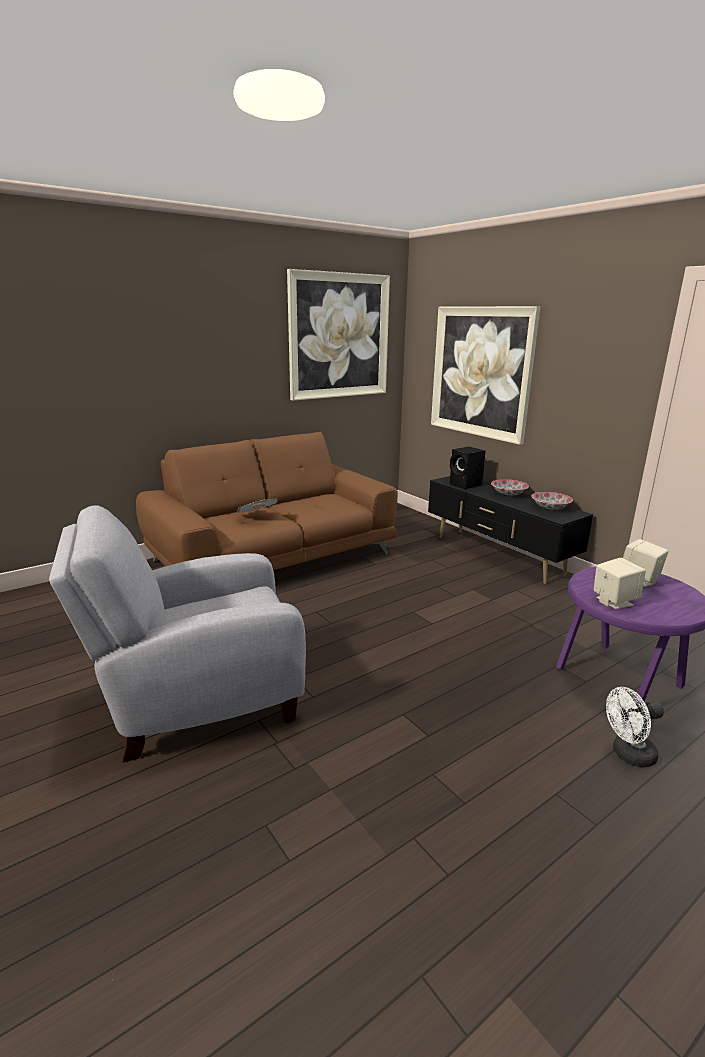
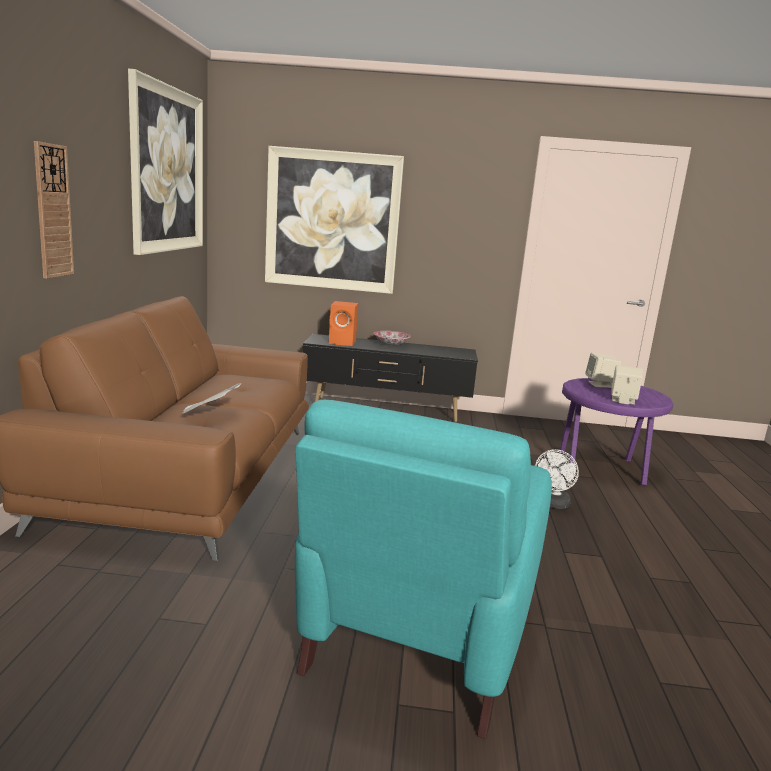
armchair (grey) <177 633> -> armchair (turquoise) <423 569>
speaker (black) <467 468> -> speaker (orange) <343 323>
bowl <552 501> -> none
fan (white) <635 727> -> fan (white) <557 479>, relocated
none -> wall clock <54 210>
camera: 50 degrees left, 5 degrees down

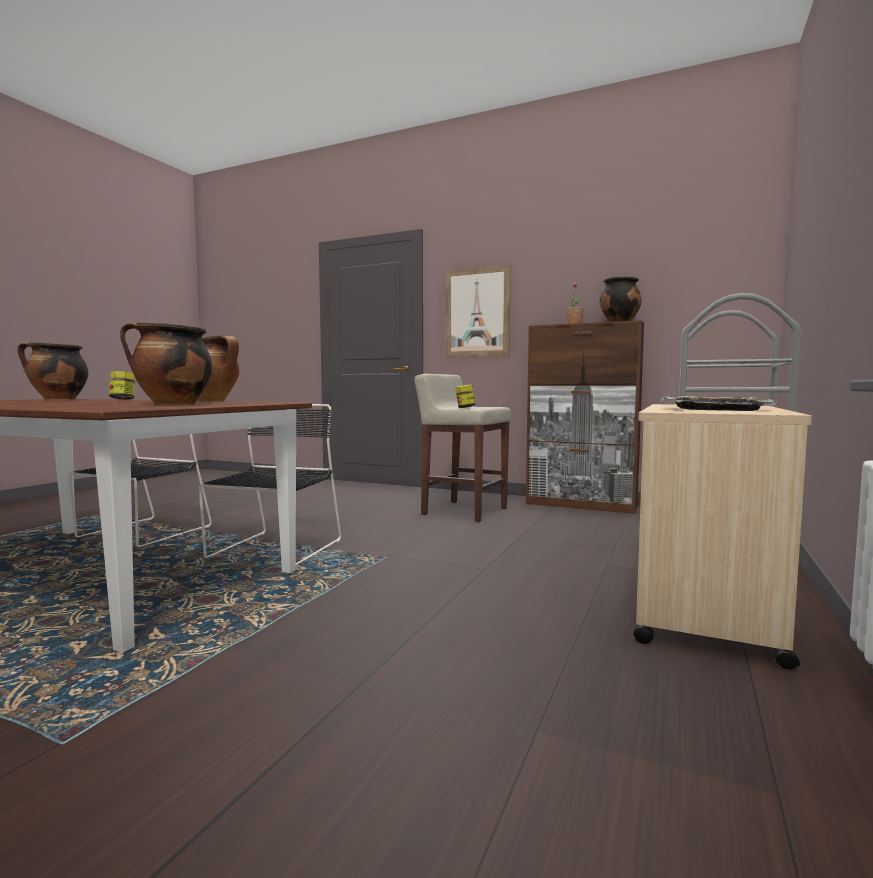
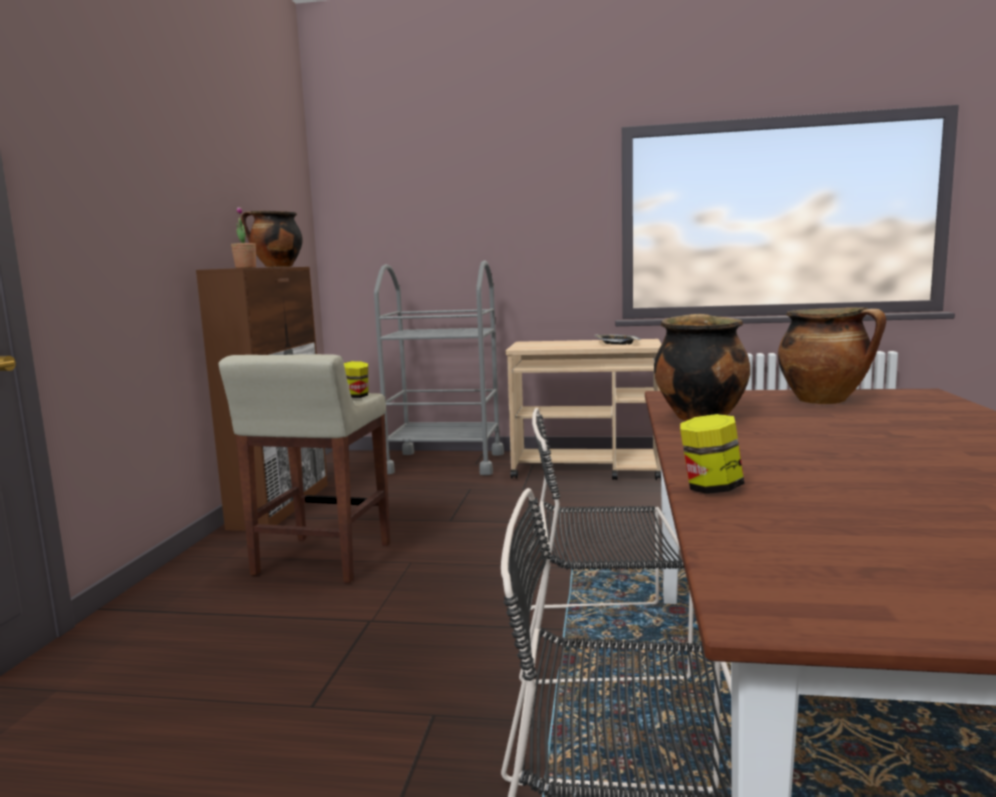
cooking pot <53 370> -> none
picture <478 311> -> none
camera: 105 degrees left, 5 degrees up

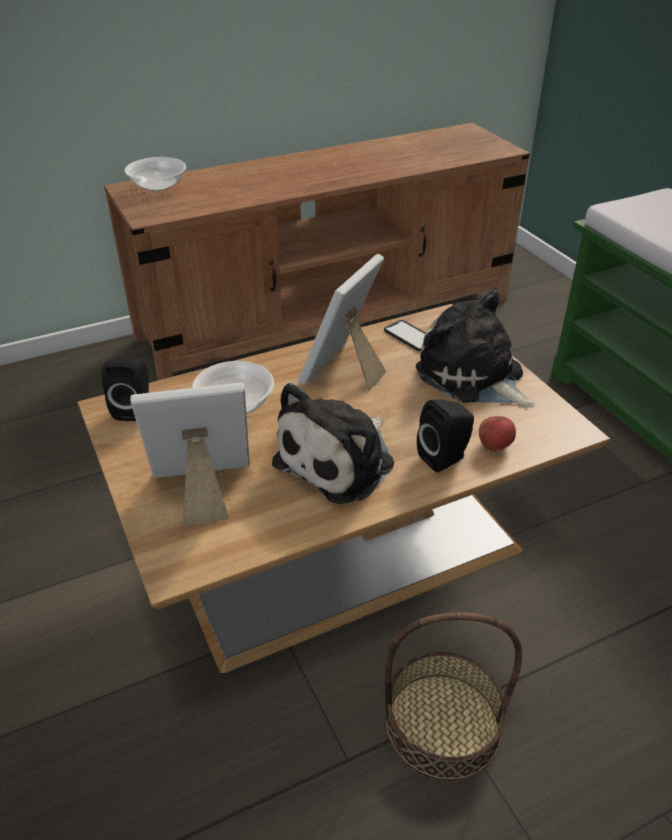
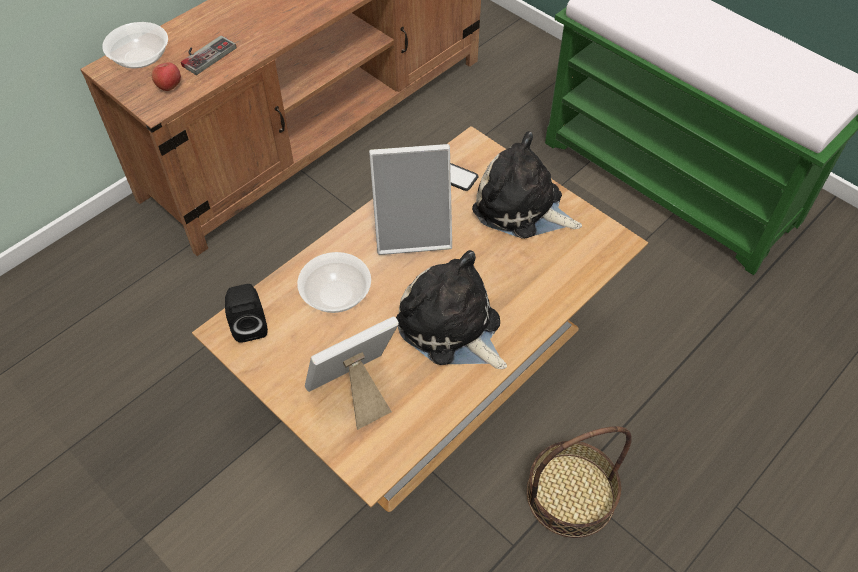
plush toy <333 443> -> plush toy <451 309>, 120 degrees clockwise
picture frame <342 322> -> picture frame <410 199>, 105 degrees counterclockwise
speaker (black) <445 436> -> none
apple <497 434> -> apple <166 76>, relocated
none -> game controller <208 55>
camera: 20 degrees left, 15 degrees up

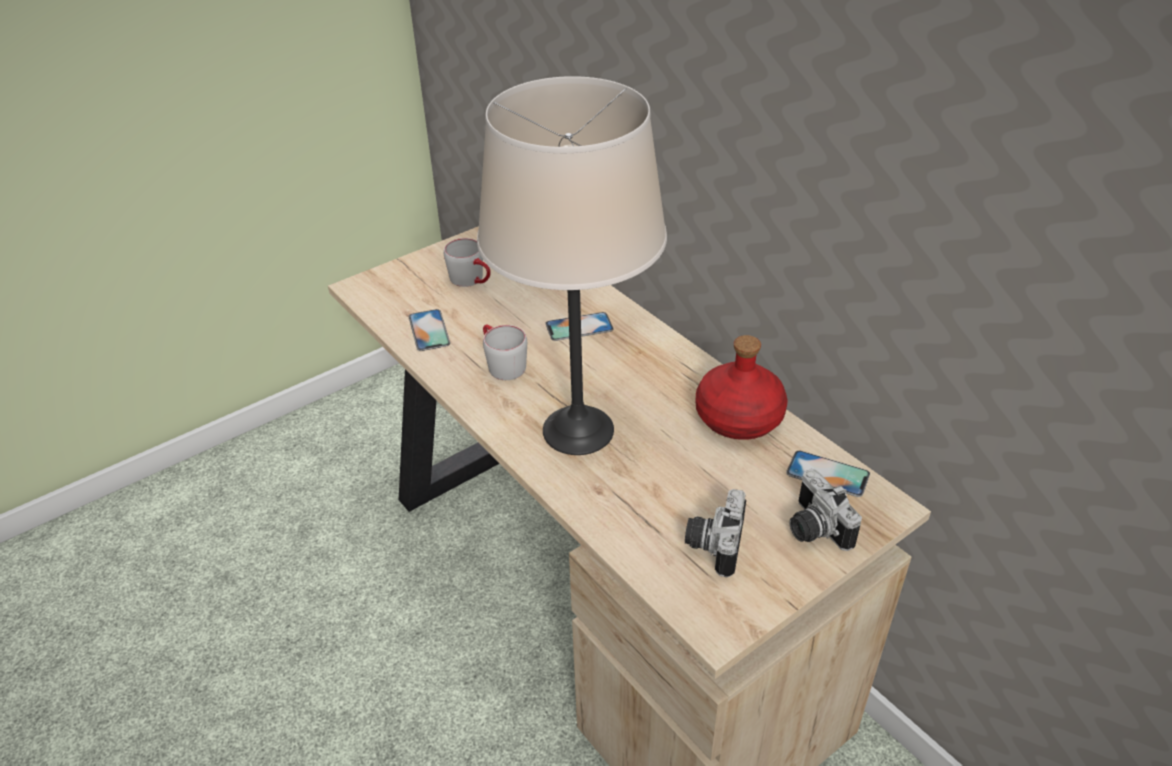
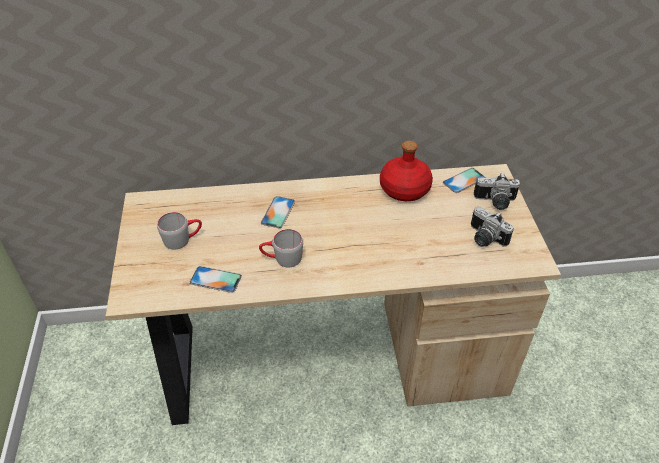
table lamp (beige) <572 265> -> none
camera: 60 degrees left, 5 degrees up

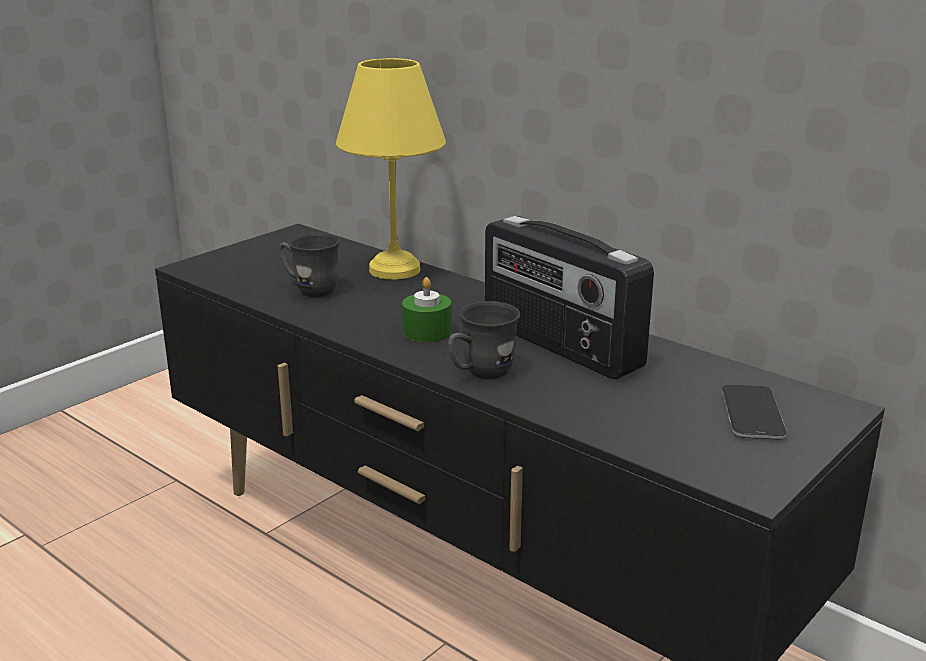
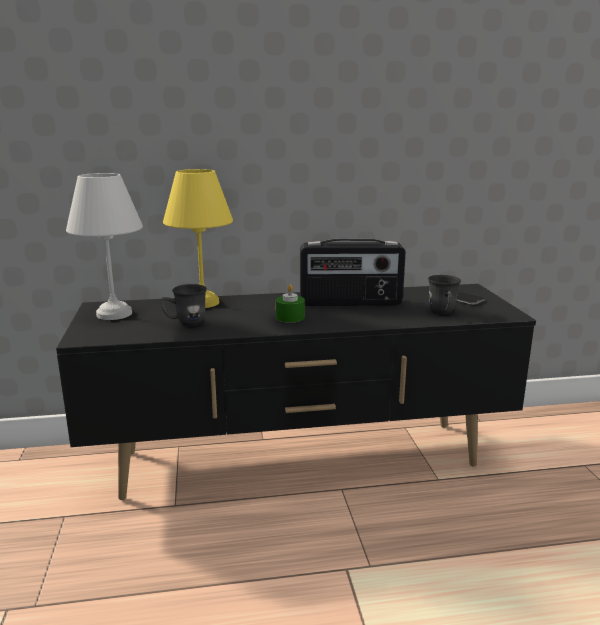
mug (grey) <484 340> -> mug (grey) <444 295>, relocated
none -> table lamp (white) <104 246>
camera: 50 degrees left, 5 degrees down

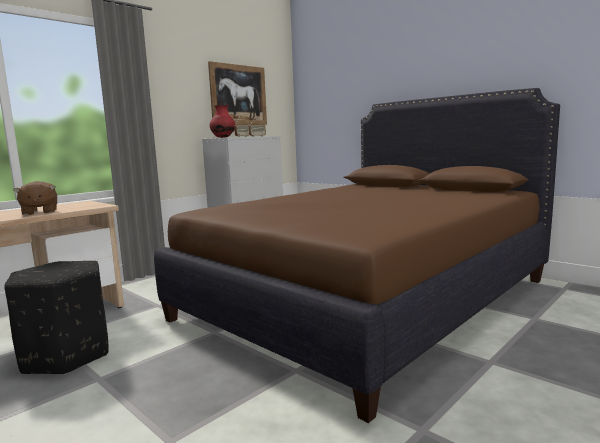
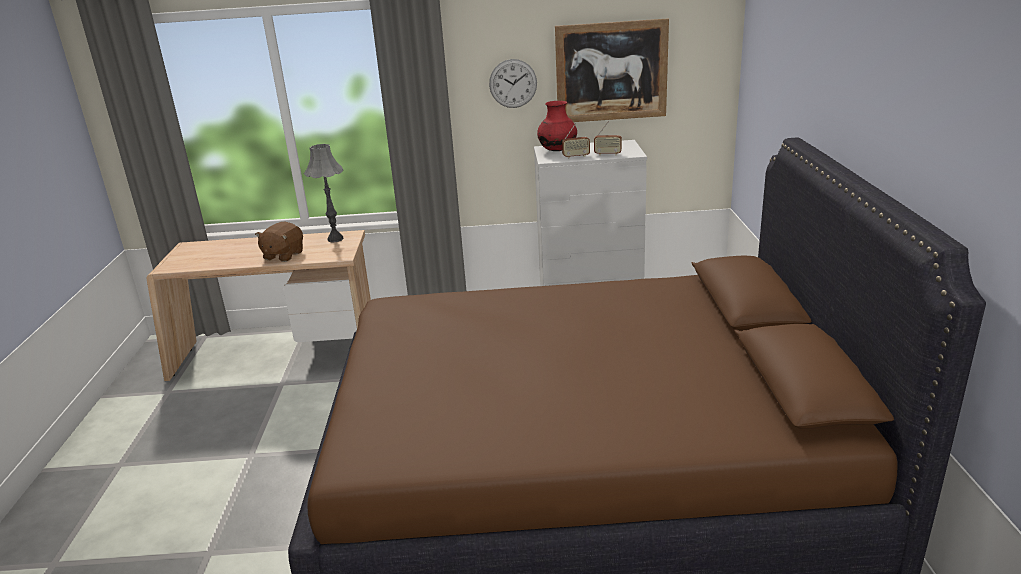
ottoman (black) <56 318> -> none
none -> table lamp (grey) <323 193>
none -> wall clock <513 83>
camera: 45 degrees right, 15 degrees up

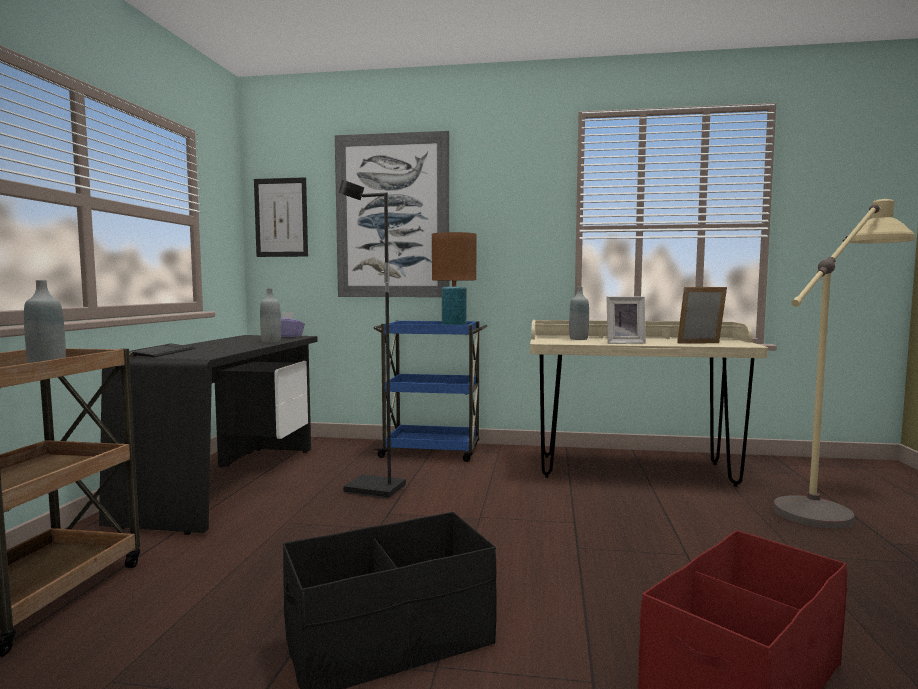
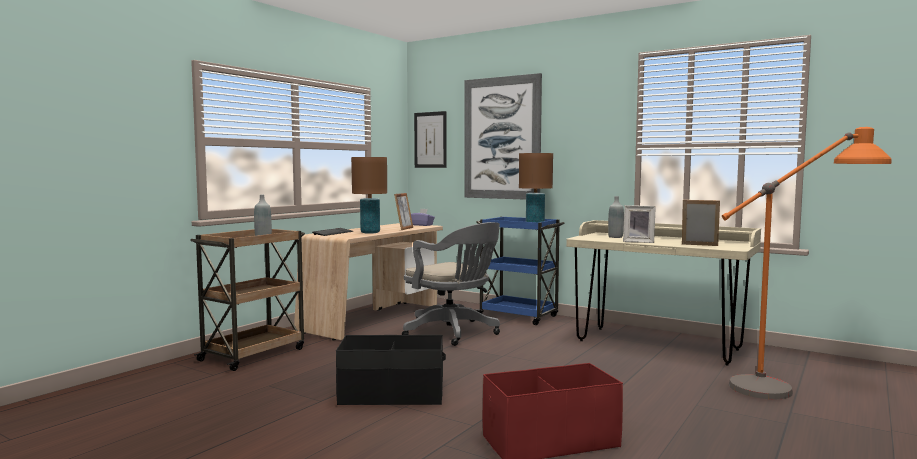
desk (black) <208 435> -> desk (beige) <368 281>
bottle (grey) <270 315> -> picture frame <403 211>
floor lamp (black) <372 339> -> office chair (grey) <451 284>
floor lamp (beige) <844 364> -> floor lamp (orange) <806 263>
none -> table lamp (brown) <369 195>
camera: 25 degrees right, 0 degrees up

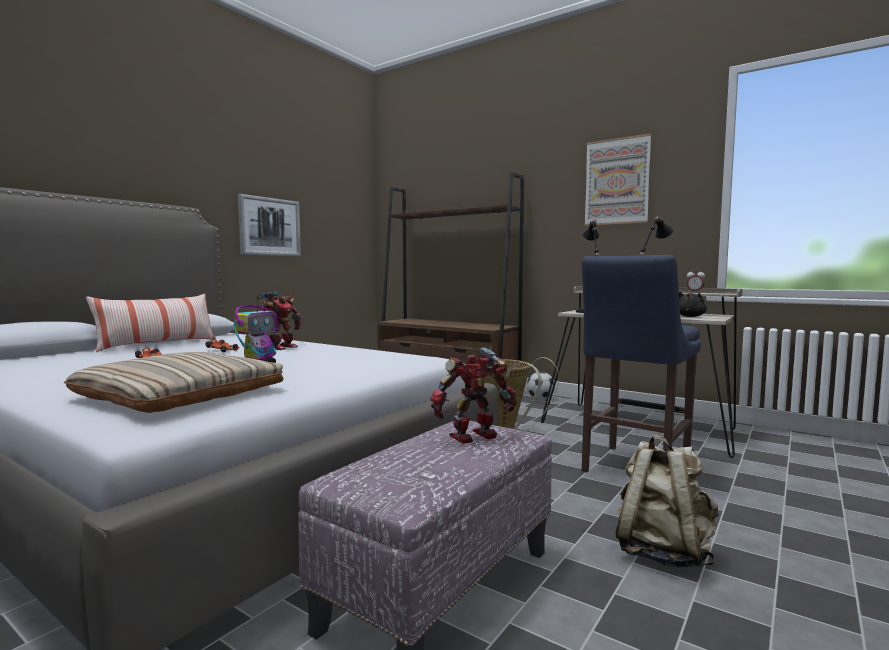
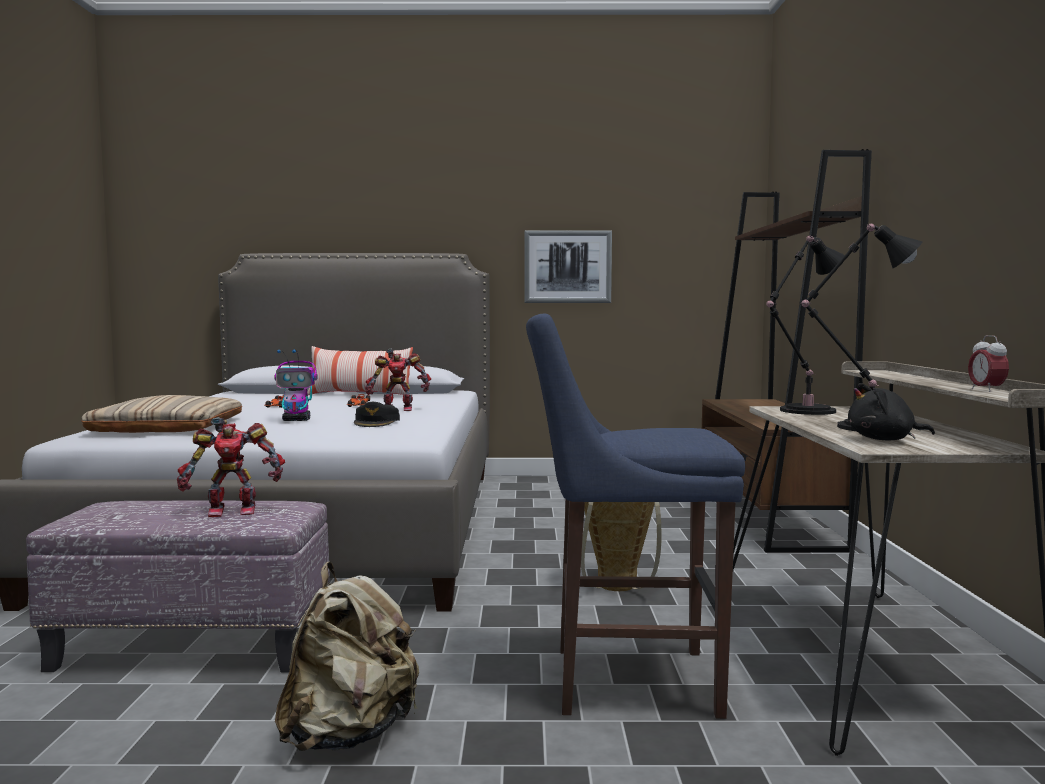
toy robot <473 395> -> toy robot <231 467>, 135 degrees clockwise
football <541 386> -> none
picture <617 179> -> none
none -> cap (black) <377 414>
camera: 55 degrees right, 0 degrees up

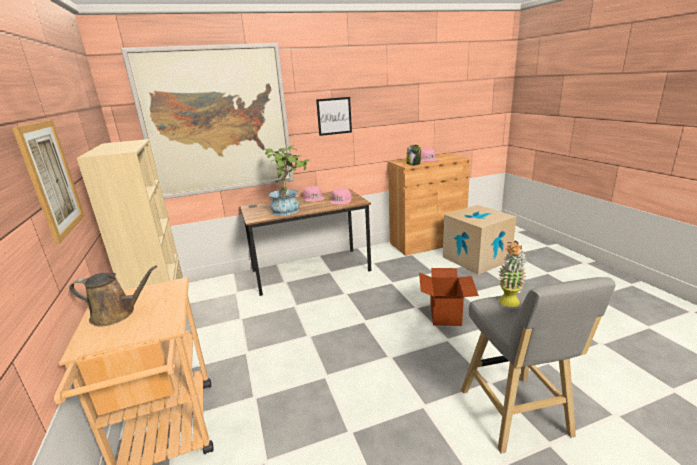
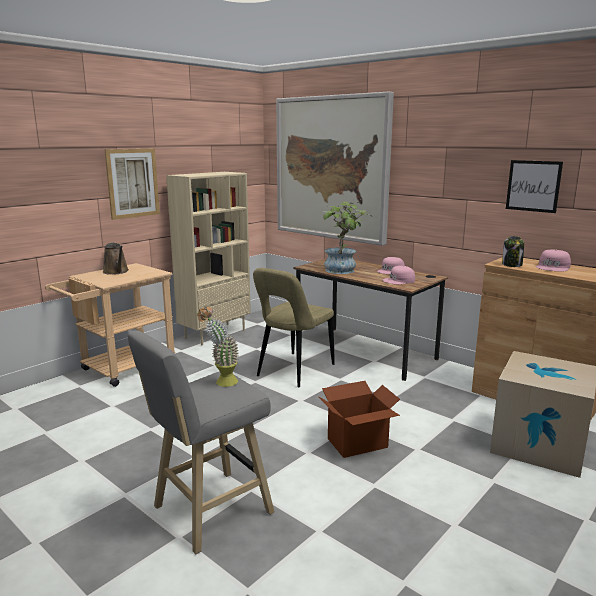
picture <334 116> -> picture <534 186>, relocated
none -> chair (beige) <293 327>
camera: 60 degrees right, 5 degrees down

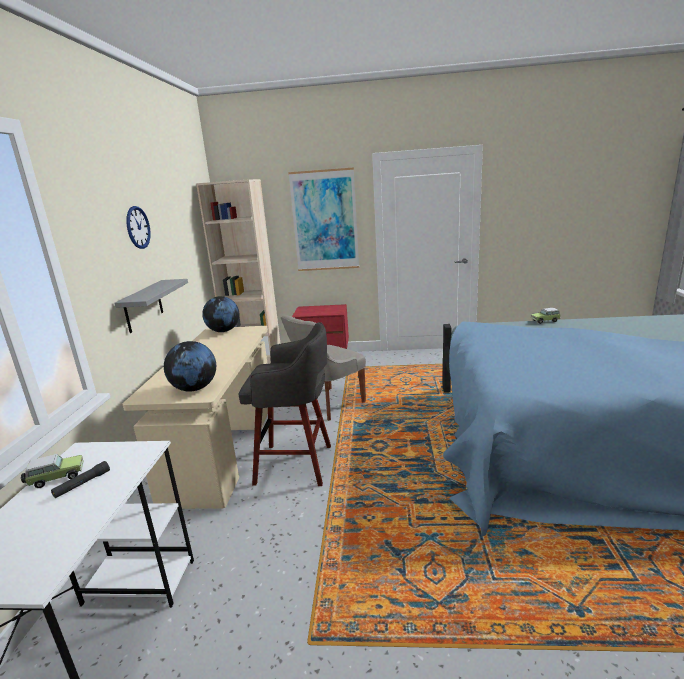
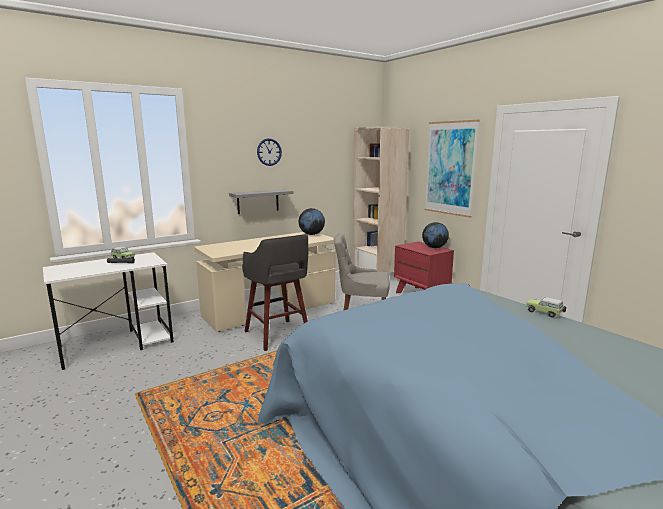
globe <190 366> -> globe <435 235>, relocated
camera: 50 degrees right, 5 degrees down

